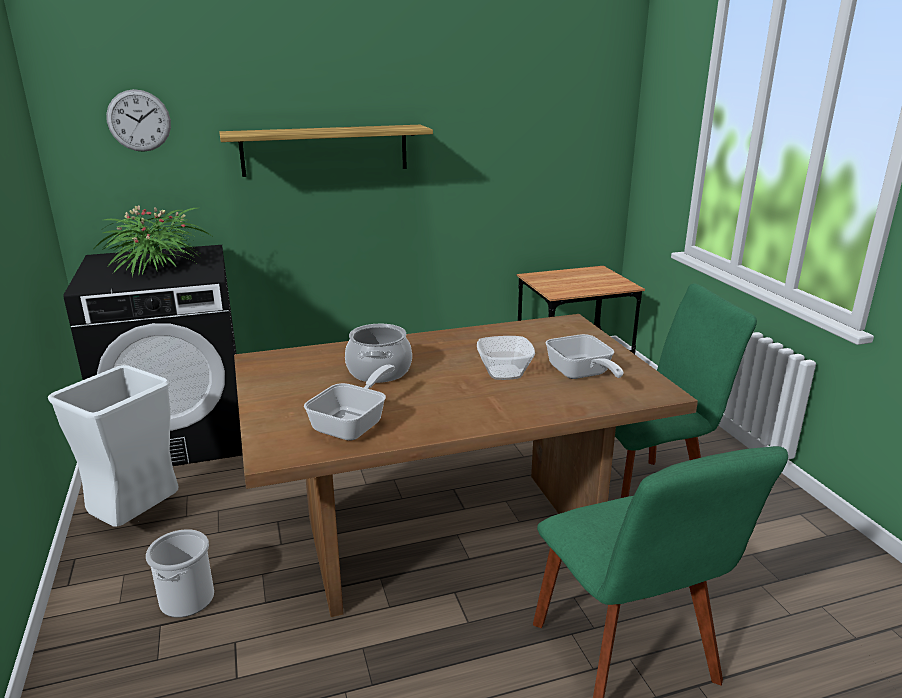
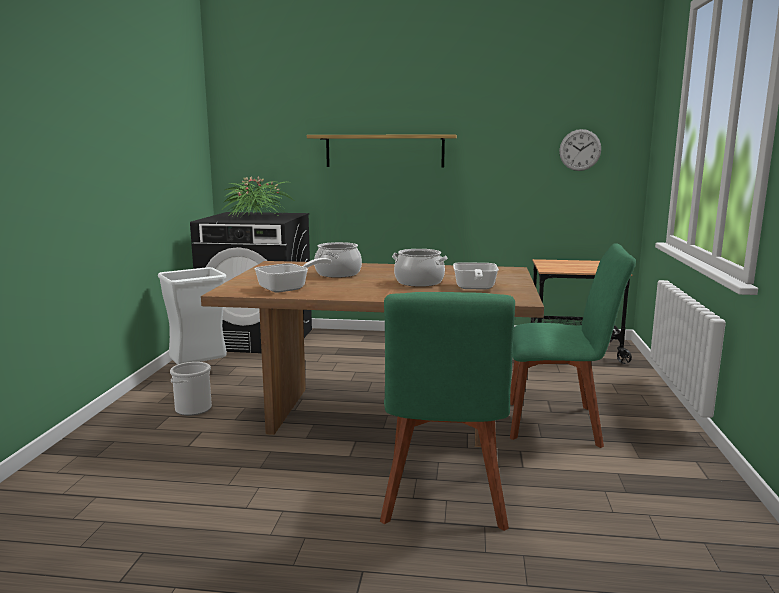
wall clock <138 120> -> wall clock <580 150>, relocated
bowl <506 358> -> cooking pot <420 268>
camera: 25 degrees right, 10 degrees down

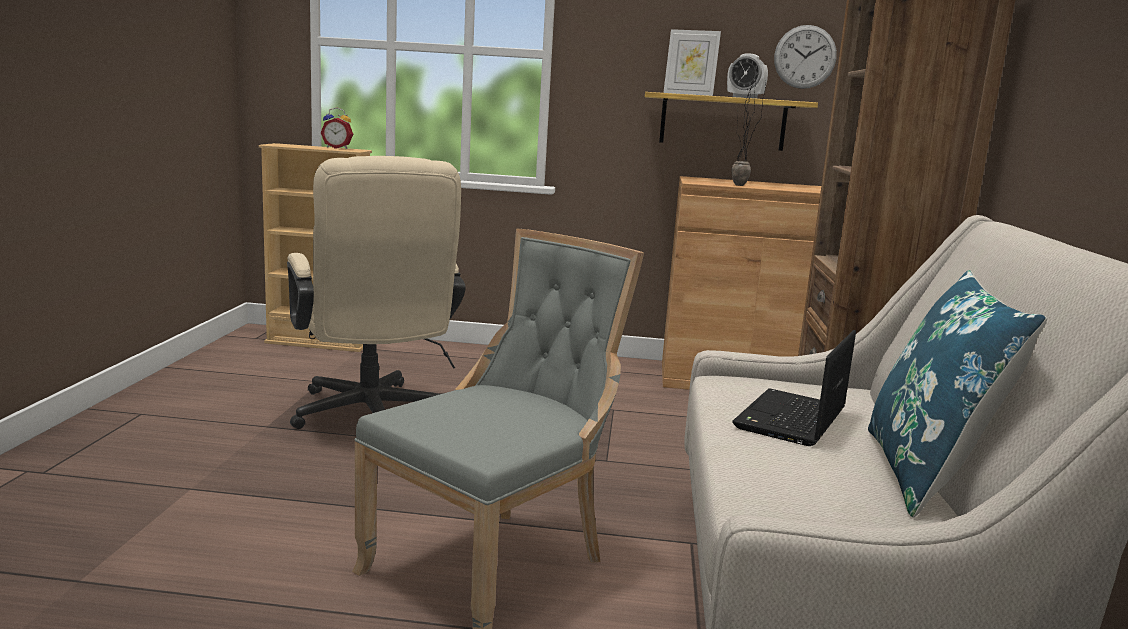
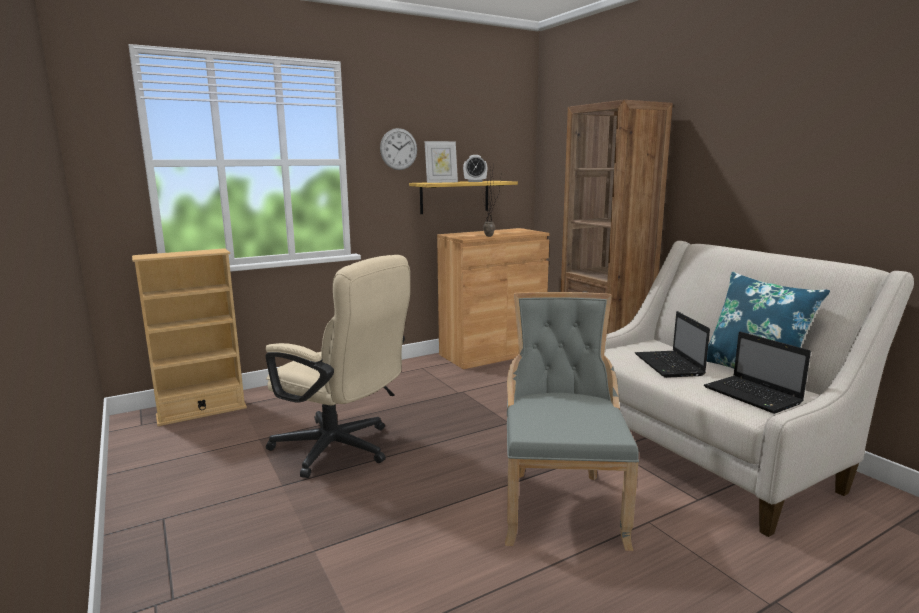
alarm clock <337 128> -> none
wall clock <805 57> -> wall clock <398 149>, relocated
none -> laptop <757 372>
camera: 35 degrees left, 0 degrees up

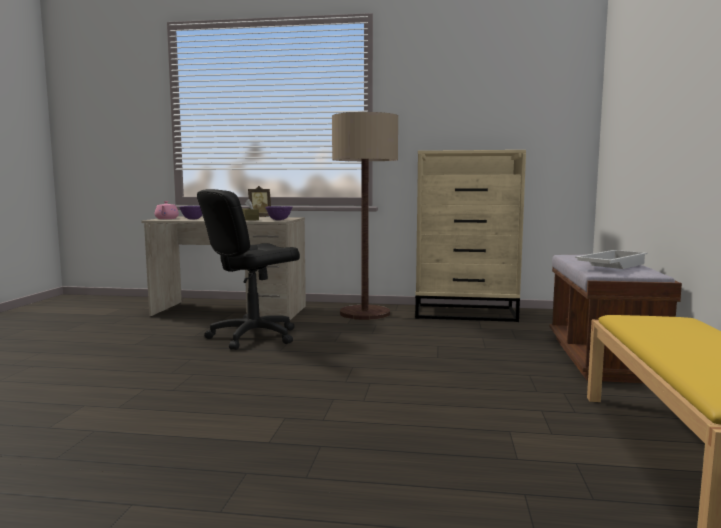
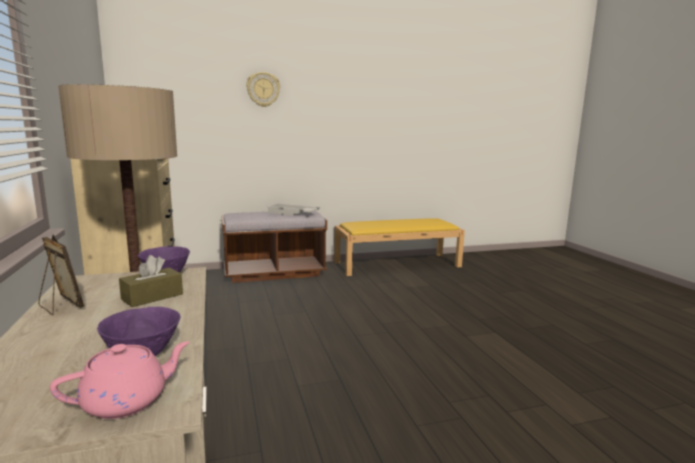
office chair (black) <248 269> -> none
none -> wall clock <263 89>
camera: 115 degrees left, 5 degrees up

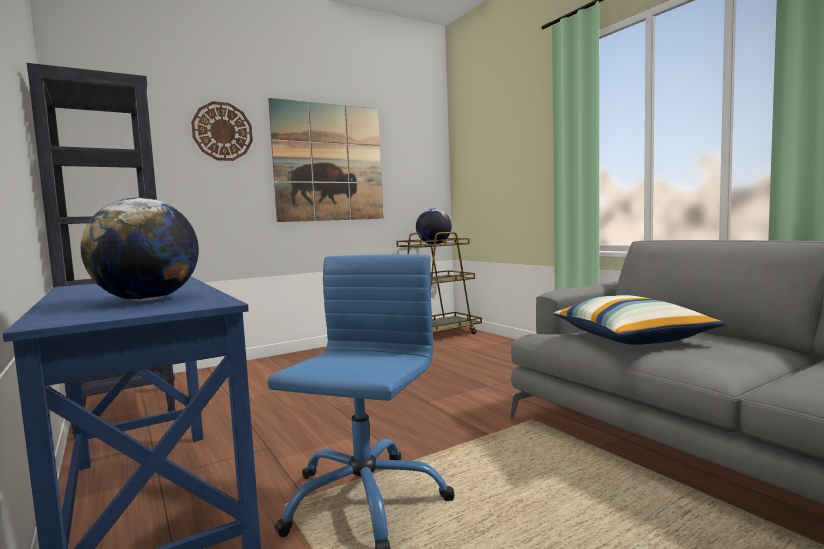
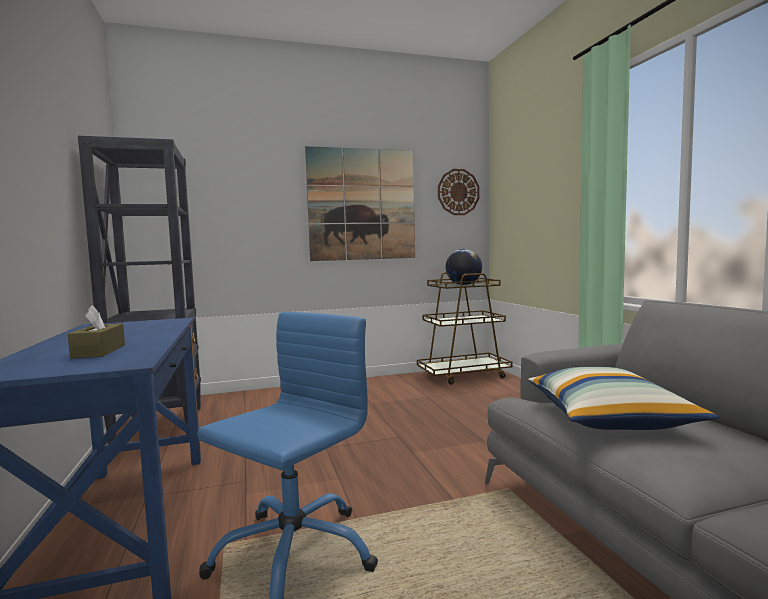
globe <140 249> -> tissue box (brown) <96 332>
wall clock <222 131> -> wall clock <459 192>, relocated
camera: 15 degrees right, 0 degrees up

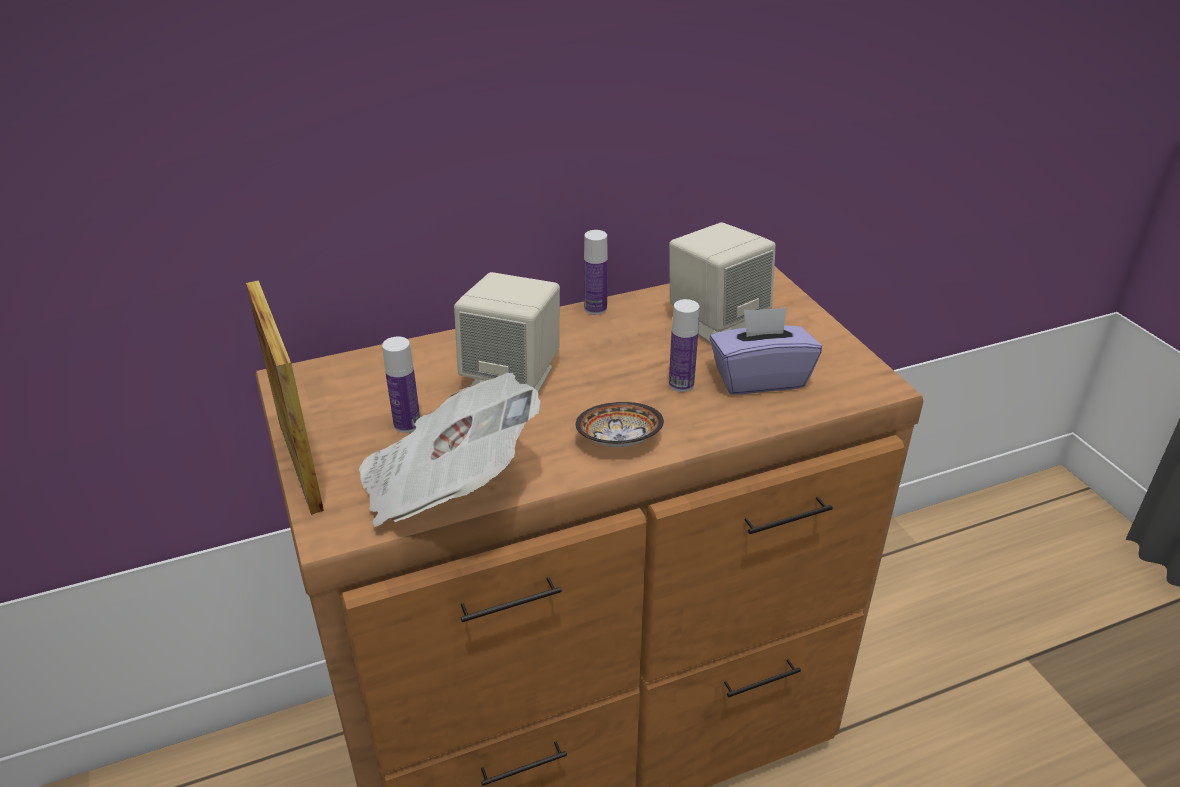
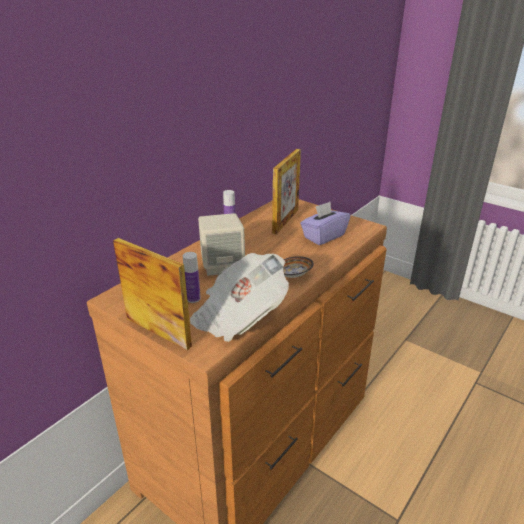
speaker (beige) <722 283> -> picture frame <286 191>
bottle <684 345> -> none
camera: 30 degrees left, 5 degrees down

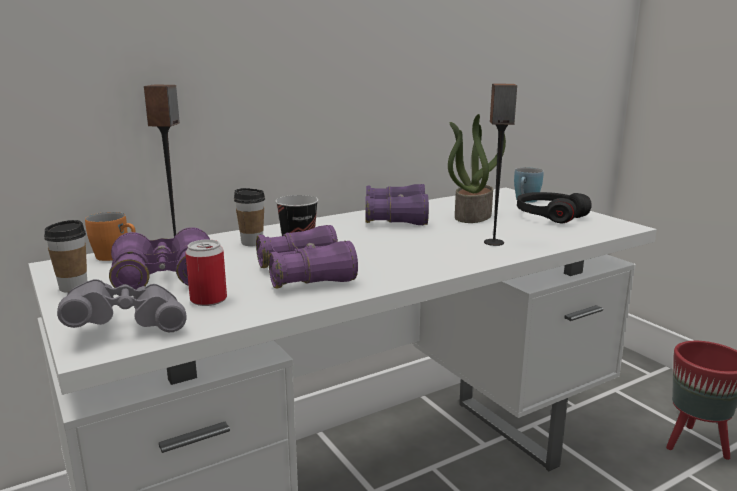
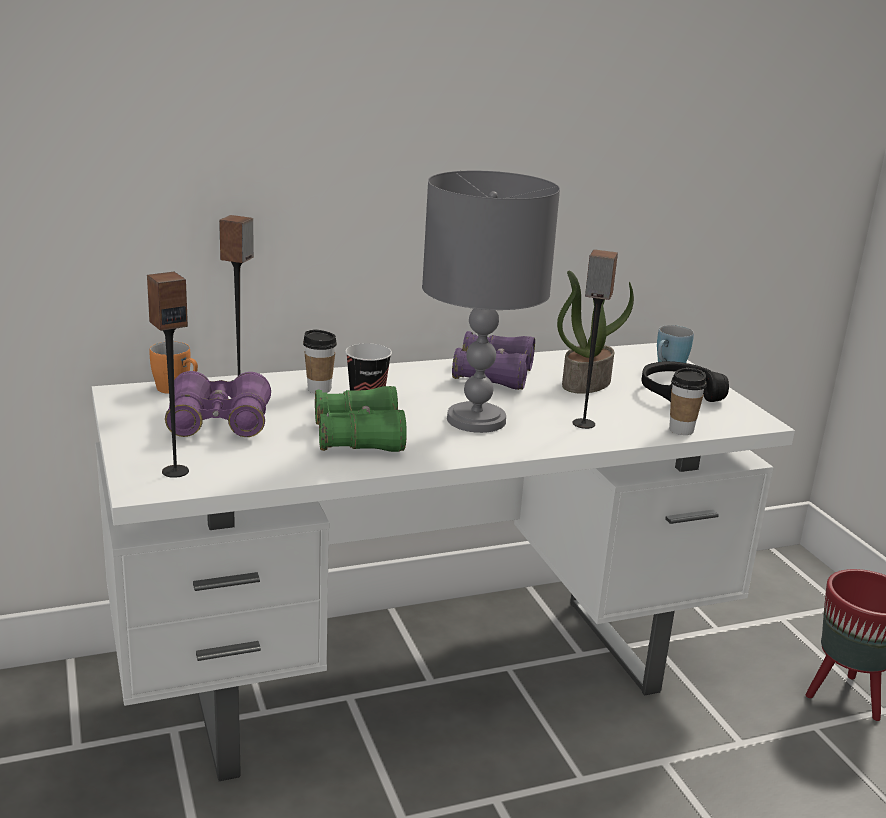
cup <65 256> -> cup <688 401>, relocated
binoculars (grey) <121 305> -> speaker <168 375>
can <206 272> -> none
binoculars (purple) <307 256> -> binoculars (green) <361 419>
none -> table lamp (grey) <491 302>
camera: 10 degrees right, 5 degrees up

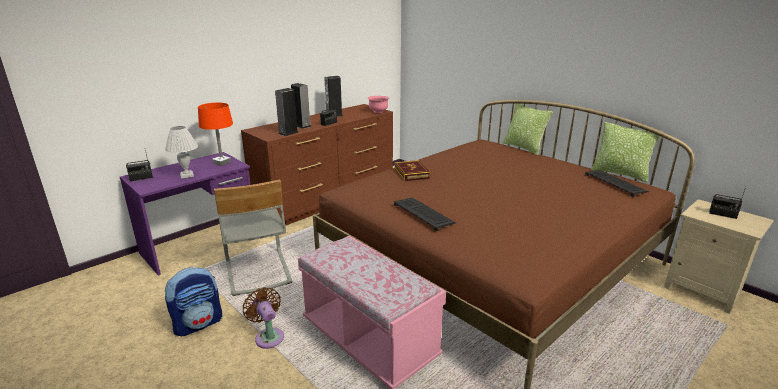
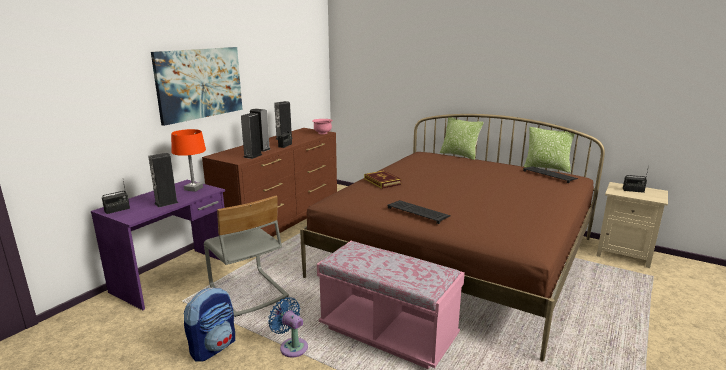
table lamp (white) <181 152> -> speaker <163 180>
fan (brown) <263 318> -> fan (blue) <288 327>
none -> picture <196 86>
camera: 15 degrees left, 5 degrees down

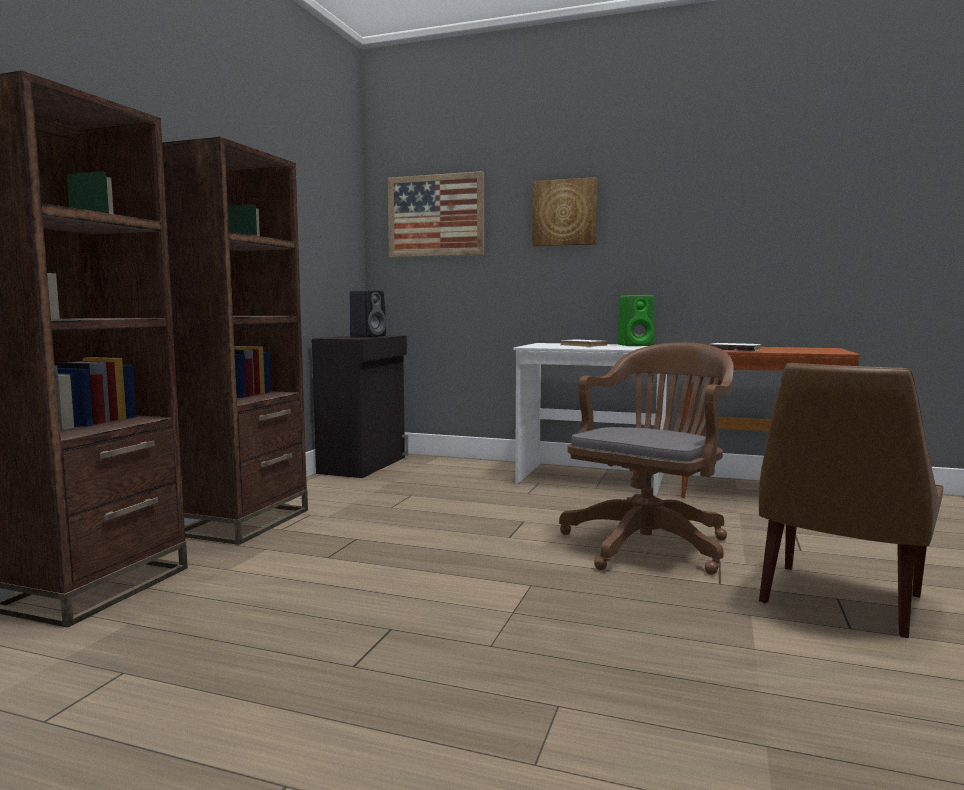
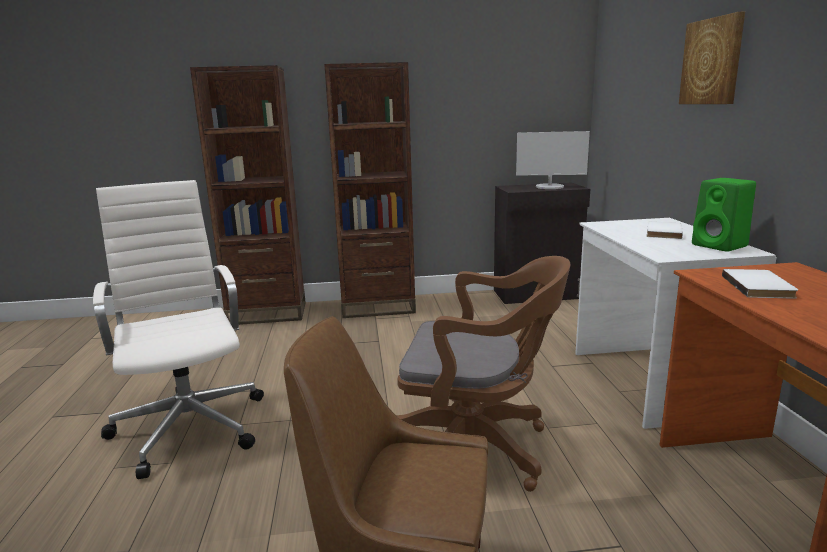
speaker (black) <368 313> -> monitor <553 160>
picture <436 214> -> none
none -> office chair (white) <178 329>
camera: 65 degrees right, 10 degrees up

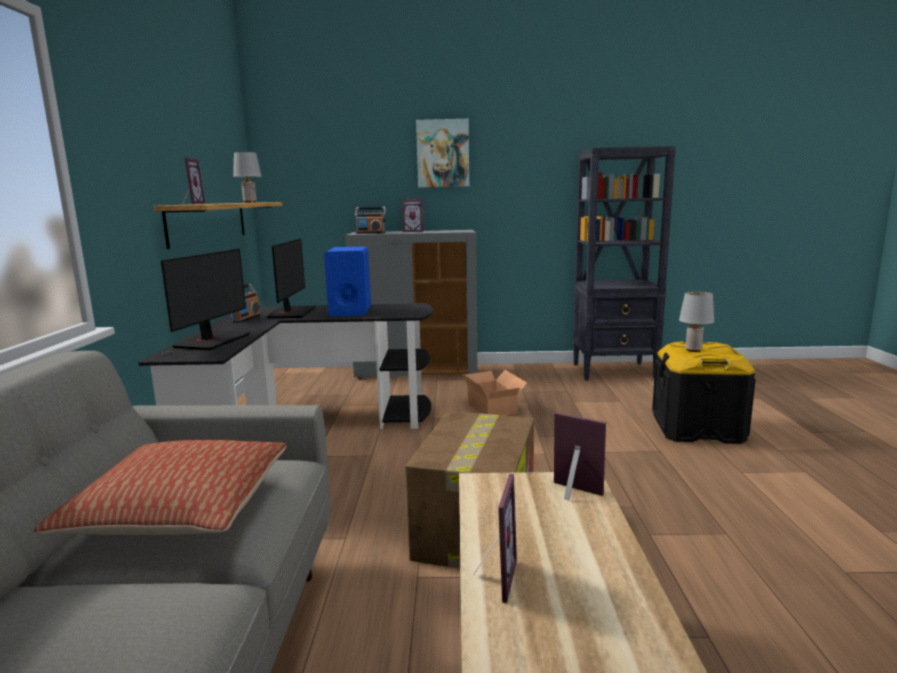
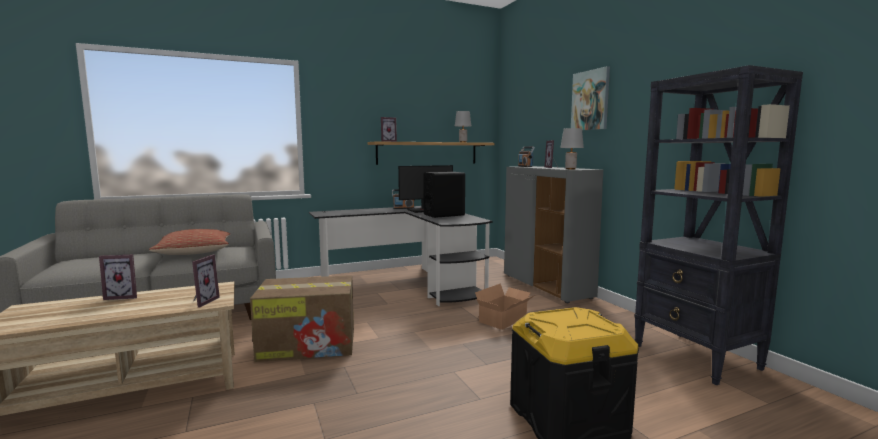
monitor <206 299> -> none
speaker (blue) <347 281> -> speaker (black) <444 195>
table lamp (grey) <696 322> -> table lamp (grey) <572 148>, relocated
camera: 65 degrees right, 5 degrees down

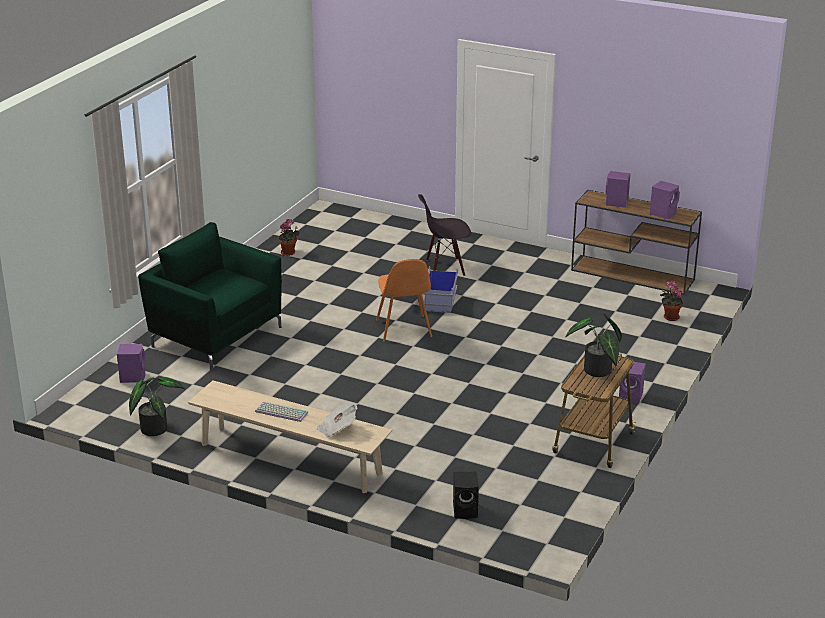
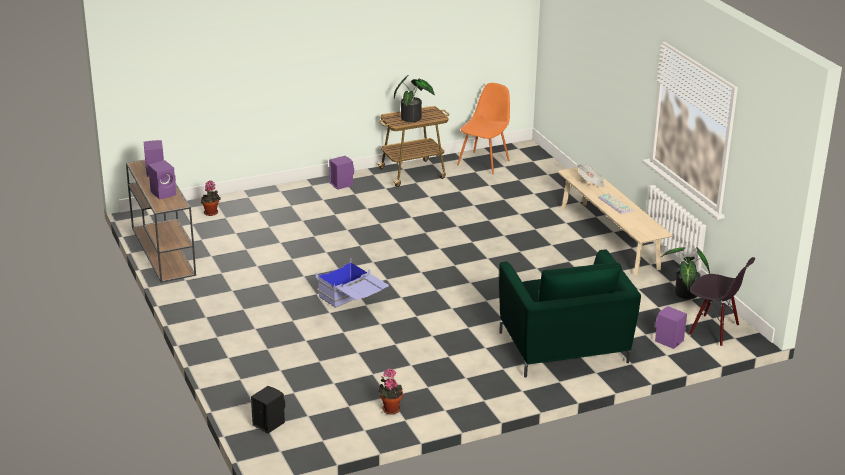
chair (orange) <404 300> -> chair (orange) <483 128>, relocated
chair (black) <444 235> -> chair (black) <722 301>, relocated
speaker (black) <466 495> -> speaker (black) <268 410>, relocated
camera: 140 degrees left, 0 degrees up

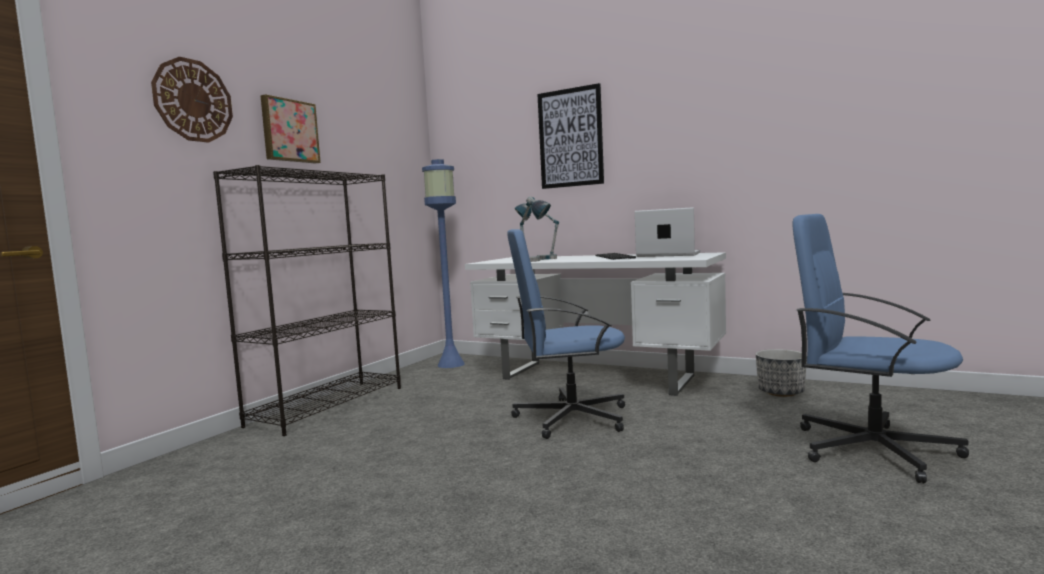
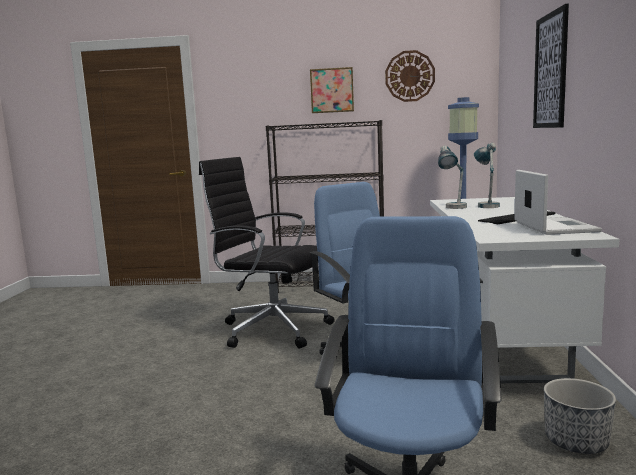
wall clock <192 100> -> wall clock <410 76>, relocated
none -> office chair (black) <267 253>
camera: 65 degrees right, 5 degrees up

